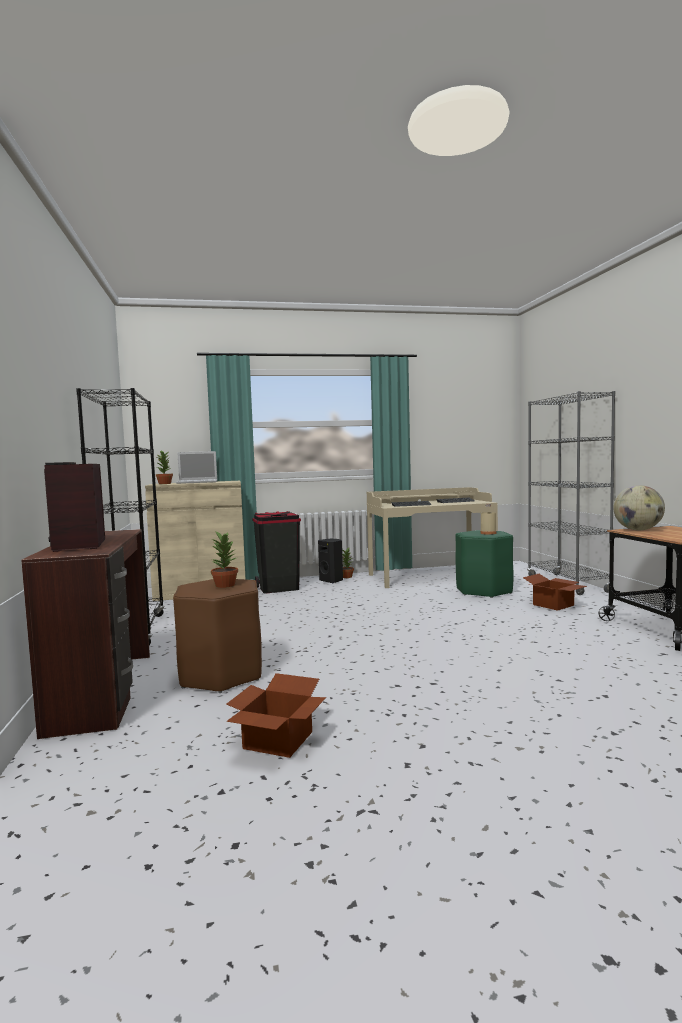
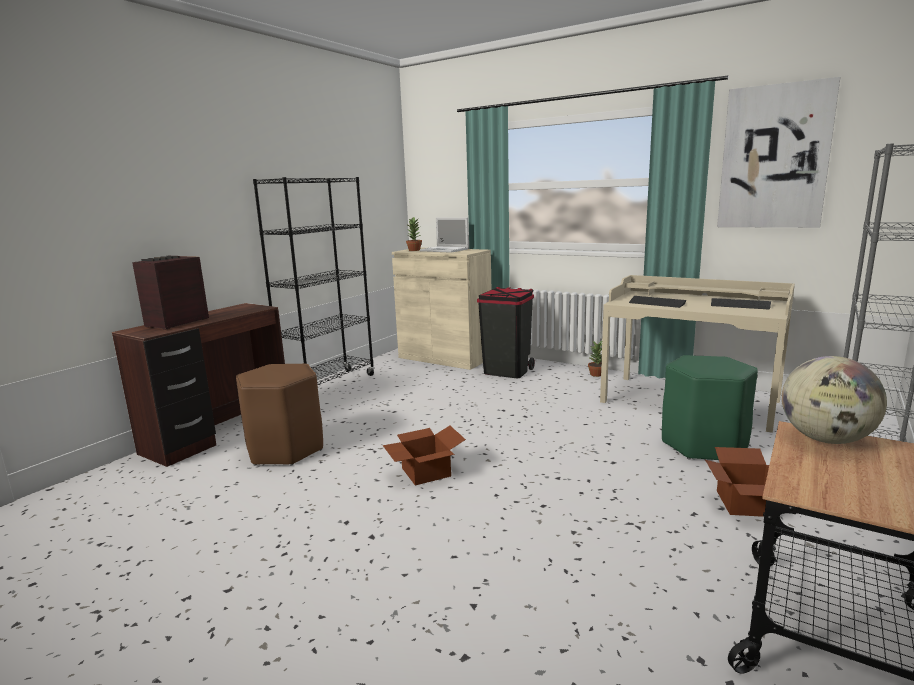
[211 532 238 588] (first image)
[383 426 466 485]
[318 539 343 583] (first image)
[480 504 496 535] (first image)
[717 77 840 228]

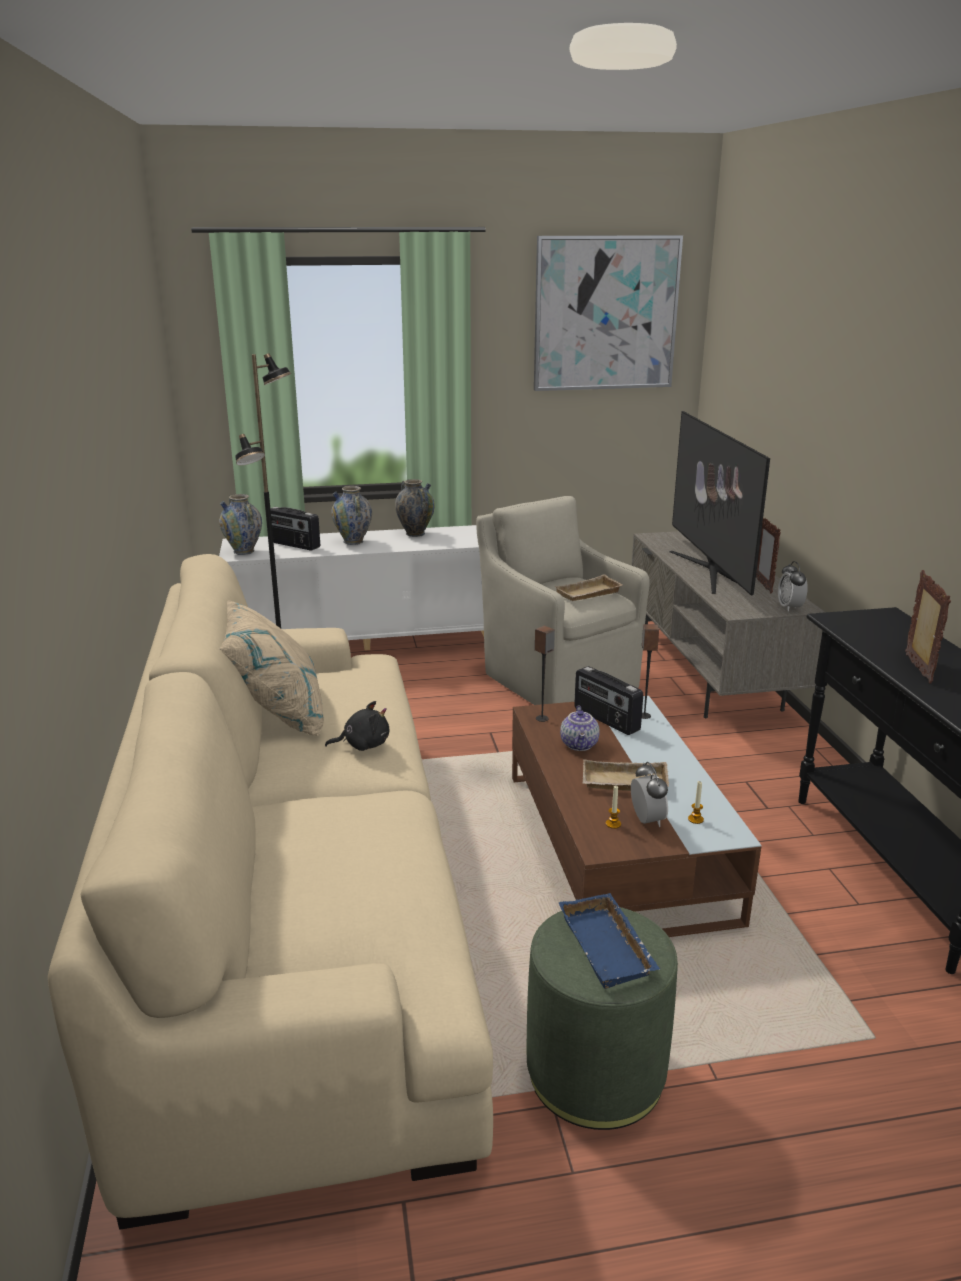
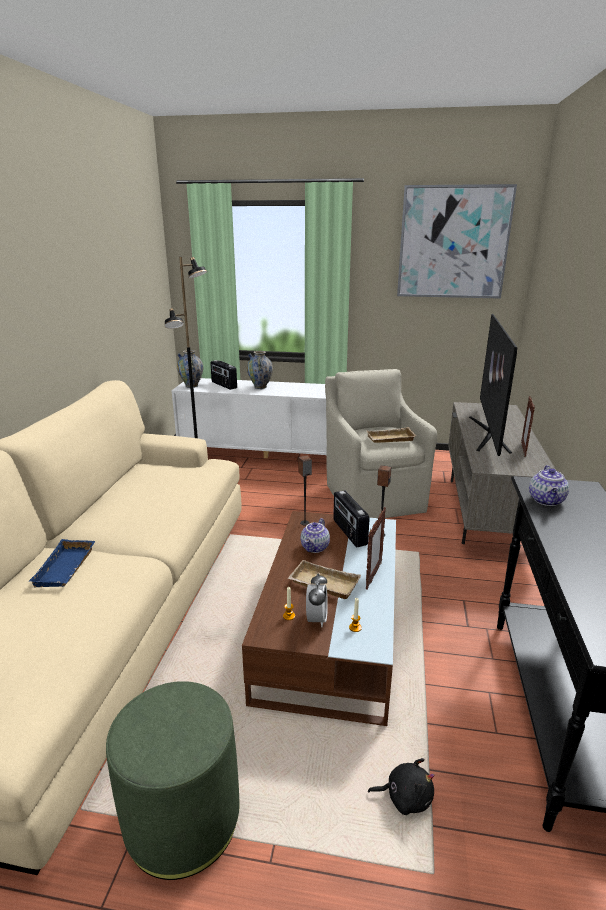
[219 601 324 736] (first image)
[368 758 434 815]
[395 479 435 537] (first image)
[29 539 95 587]
[778 561 808 612] (first image)
[366 507 386 590]
[529 465 569 506]

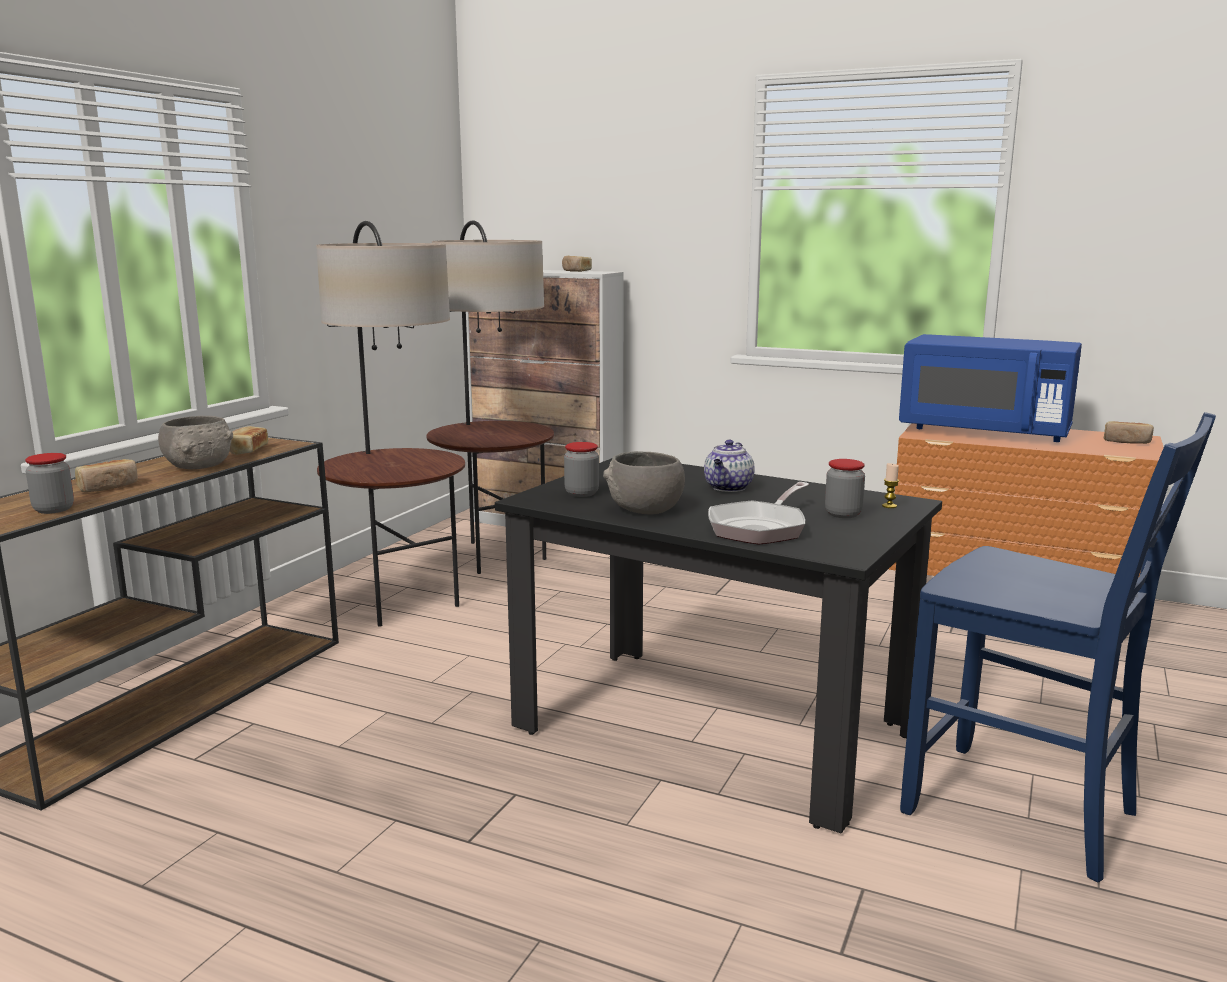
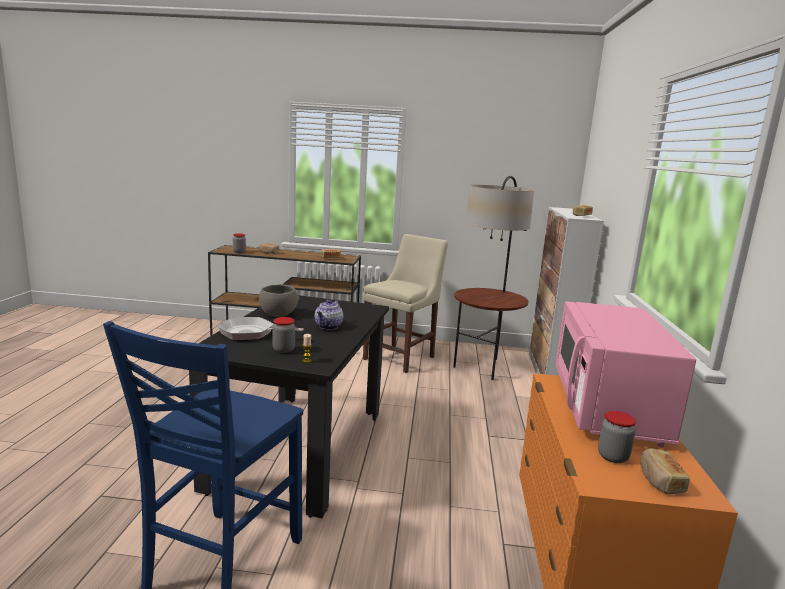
[158 416 233 469] (first image)
[363 234 448 373]
[598 411 636 463]
[314 300 343 330]
[556 301 696 447]

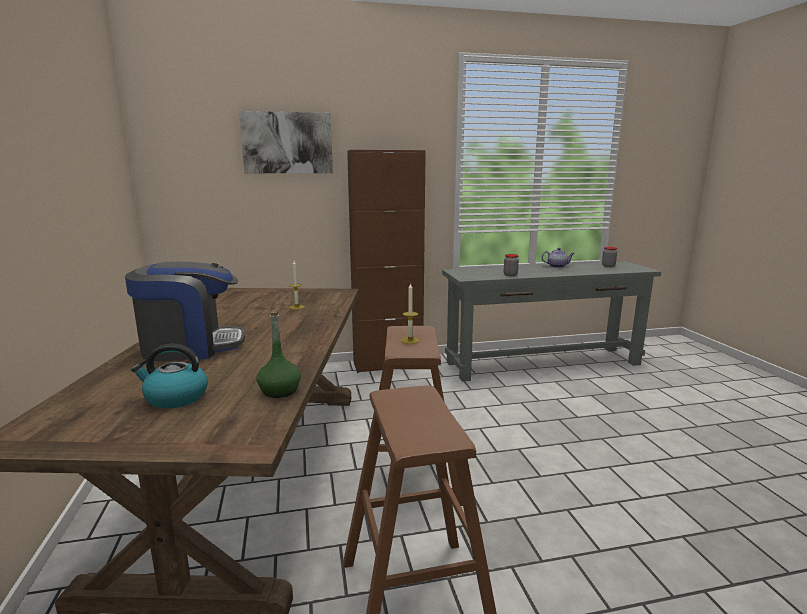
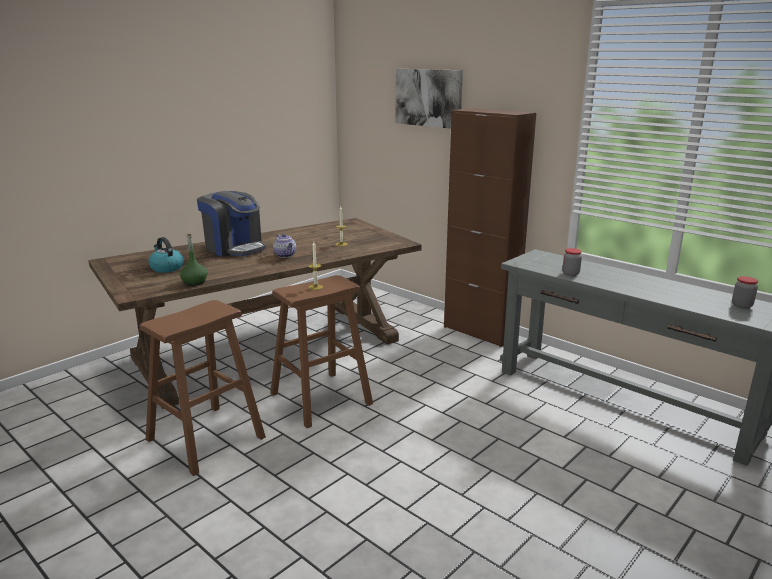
[273 234 296 258]

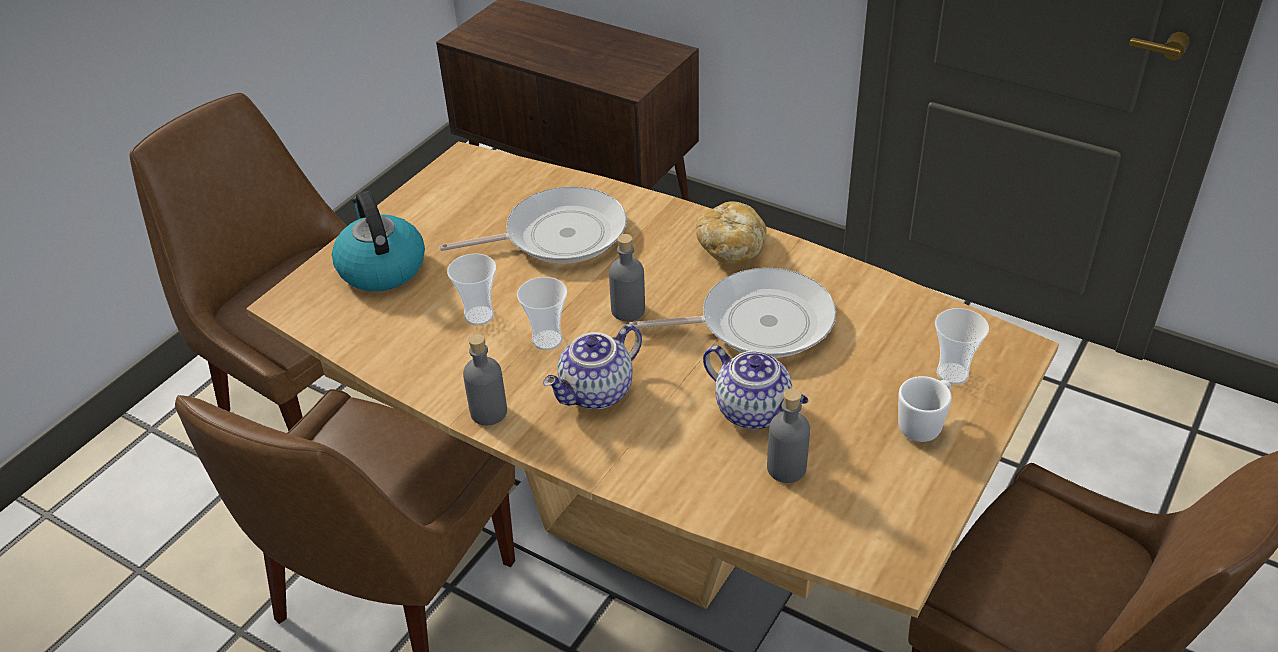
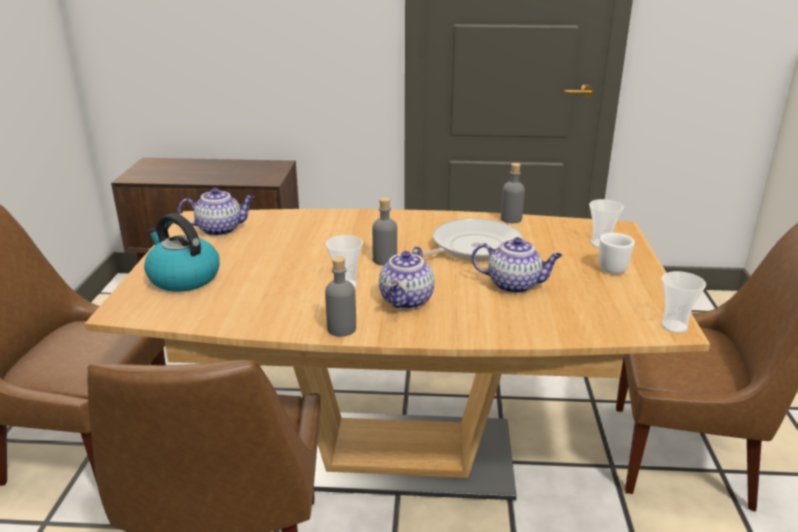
[440 187 627 263] (first image)
[661 271 706 333]
[696 201 767 264] (first image)
[501 163 525 223]
[178 188 255 236]

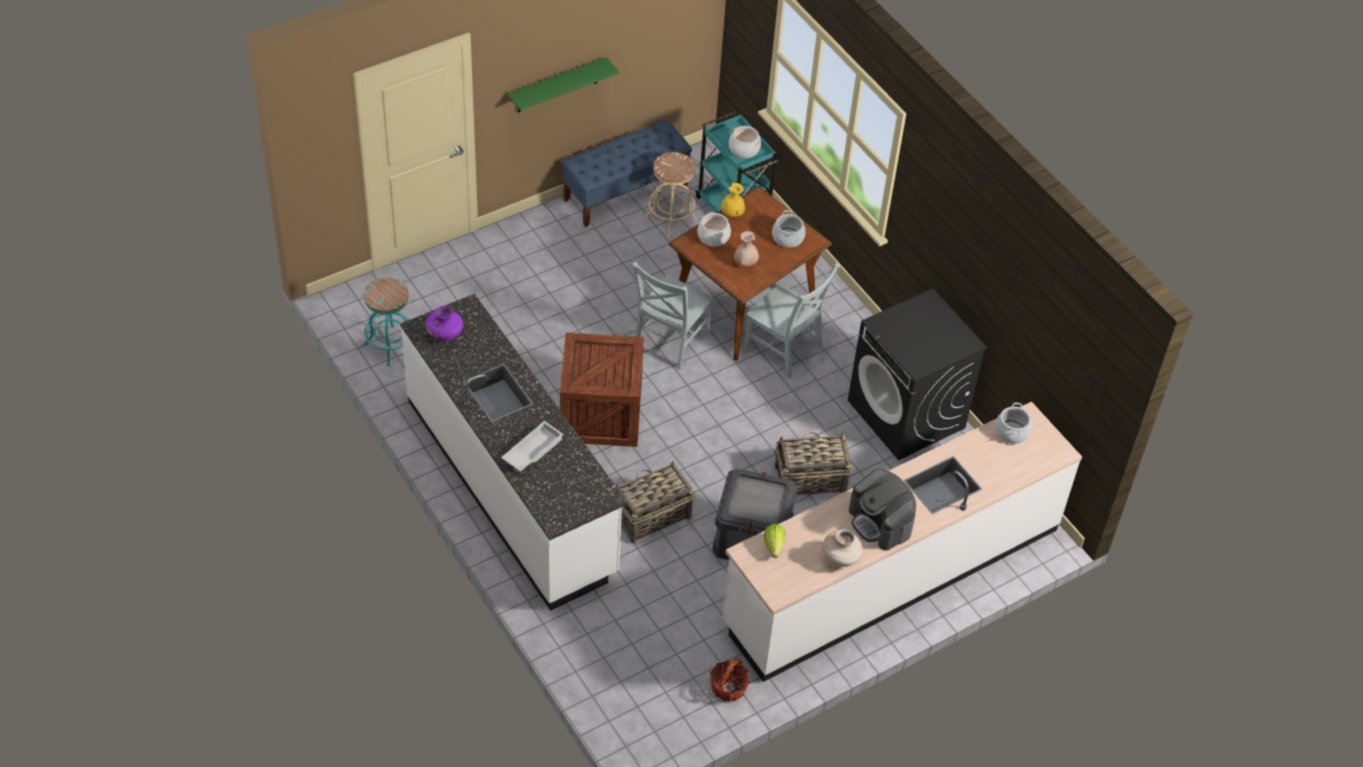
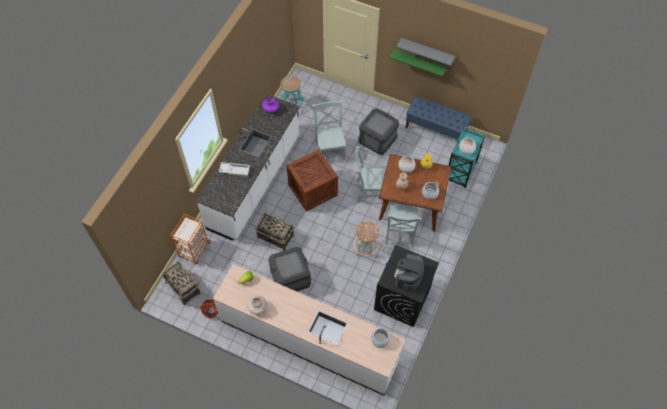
[354 221 379 260]
[162 261 201 305]
[394 254 424 292]
[170 214 210 264]
[312 100 346 160]
[359 108 399 155]
[397 38 455 66]

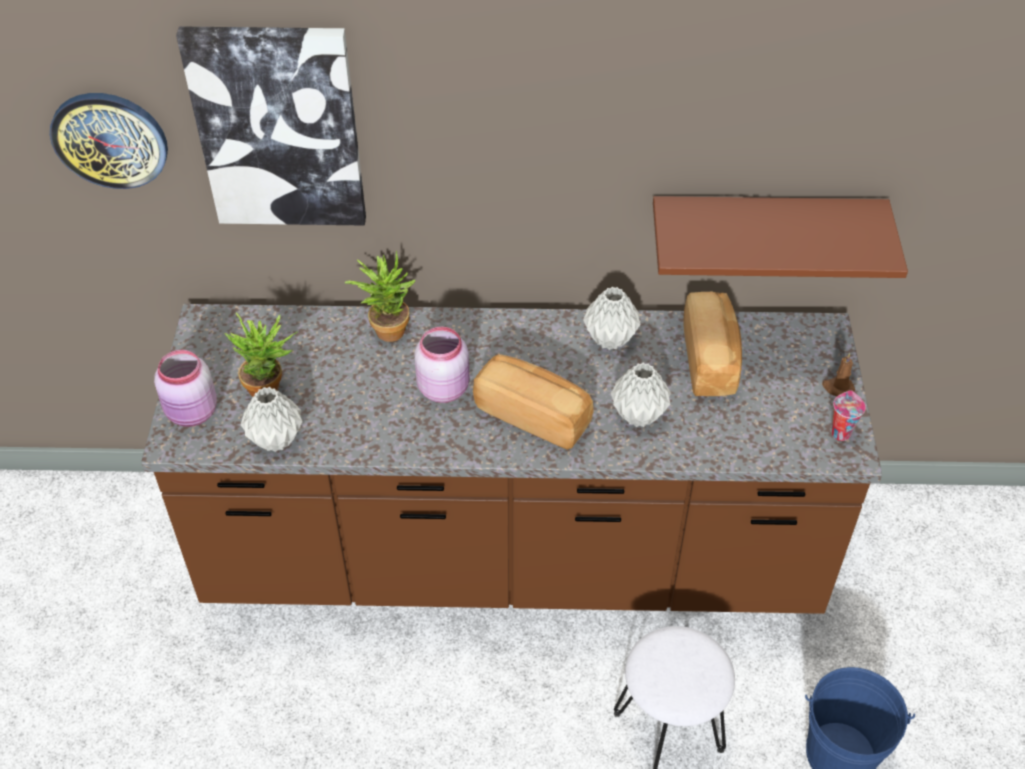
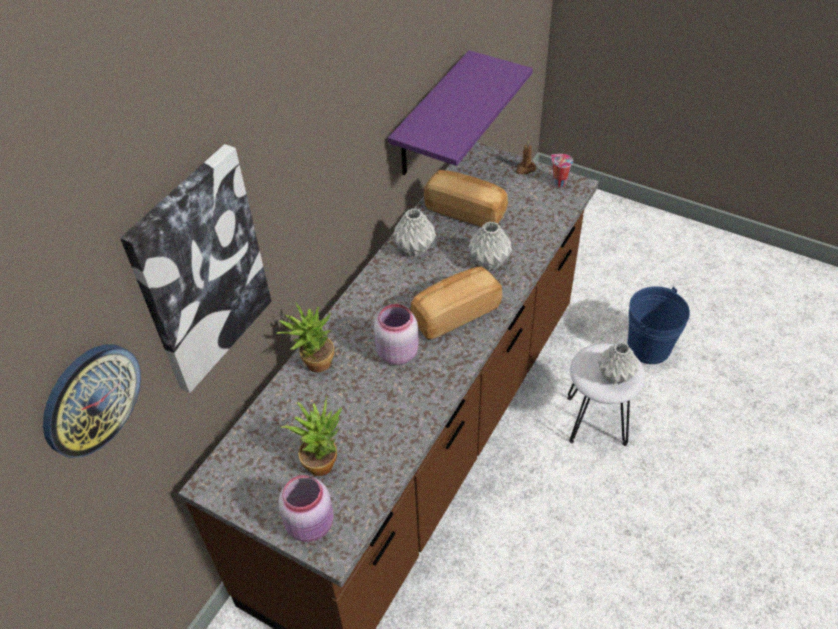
[598 342 639 384]
[388 50 533 175]

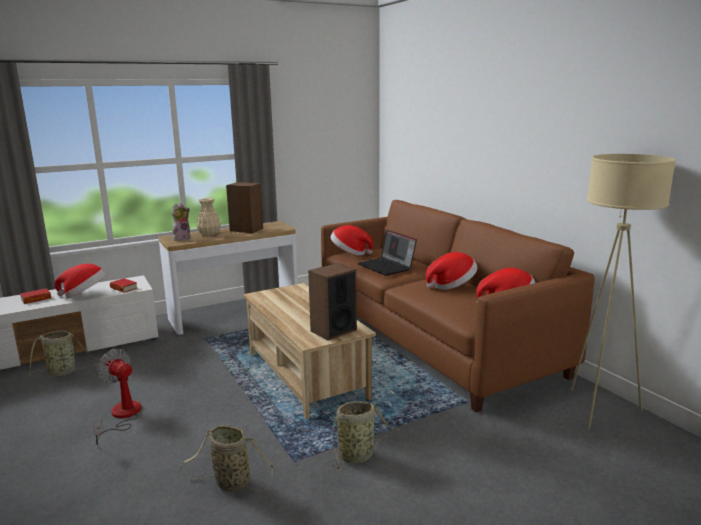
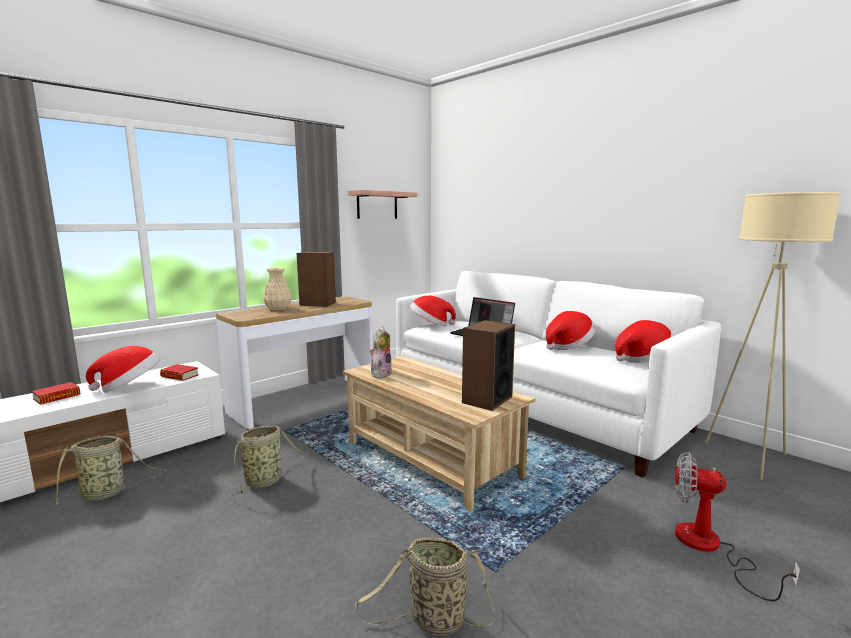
[675 452 800 601]
[370 326 392 378]
[396 271 721 478]
[227 426 309 494]
[348 190 417 219]

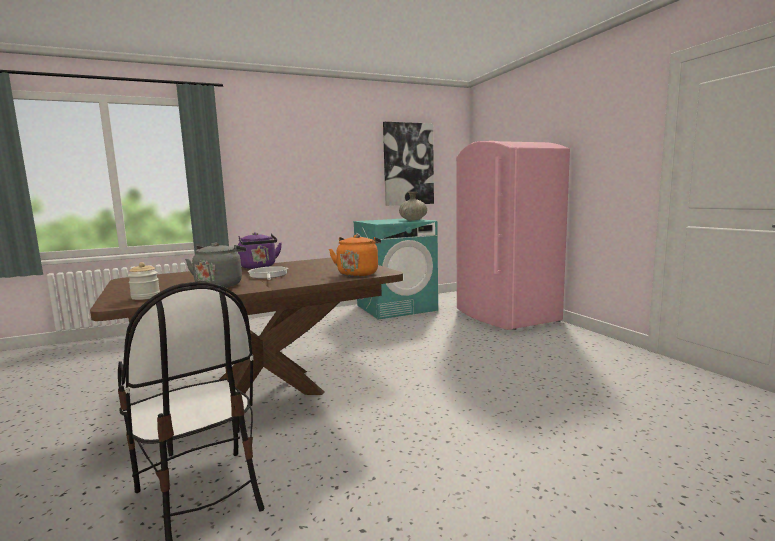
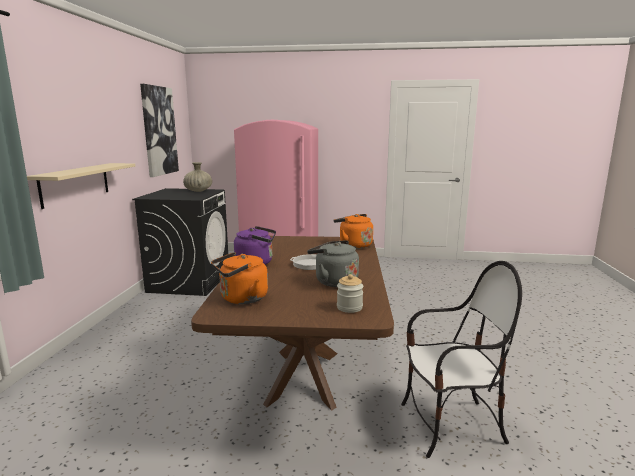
[132 188 228 296]
[27 163 135 209]
[211 252 268 304]

